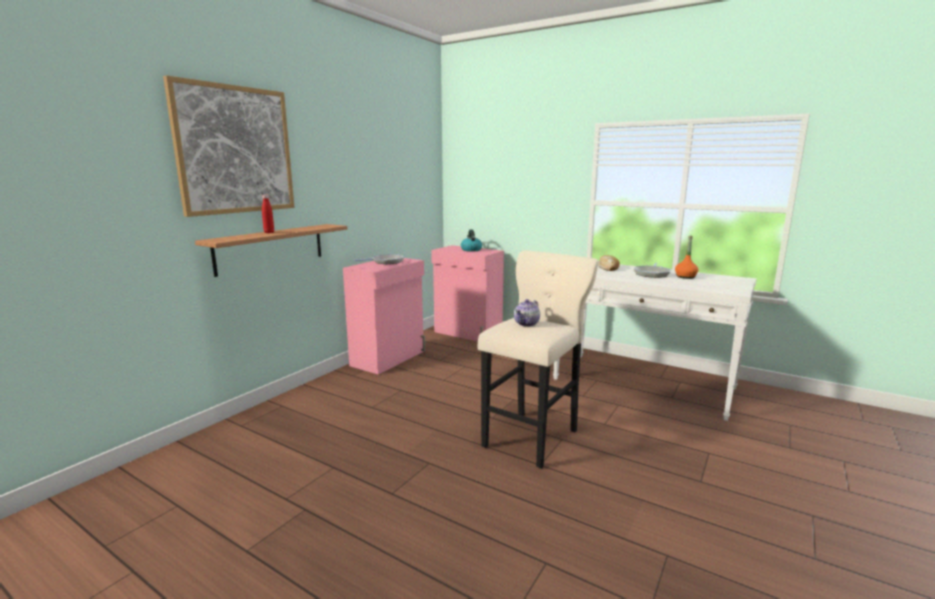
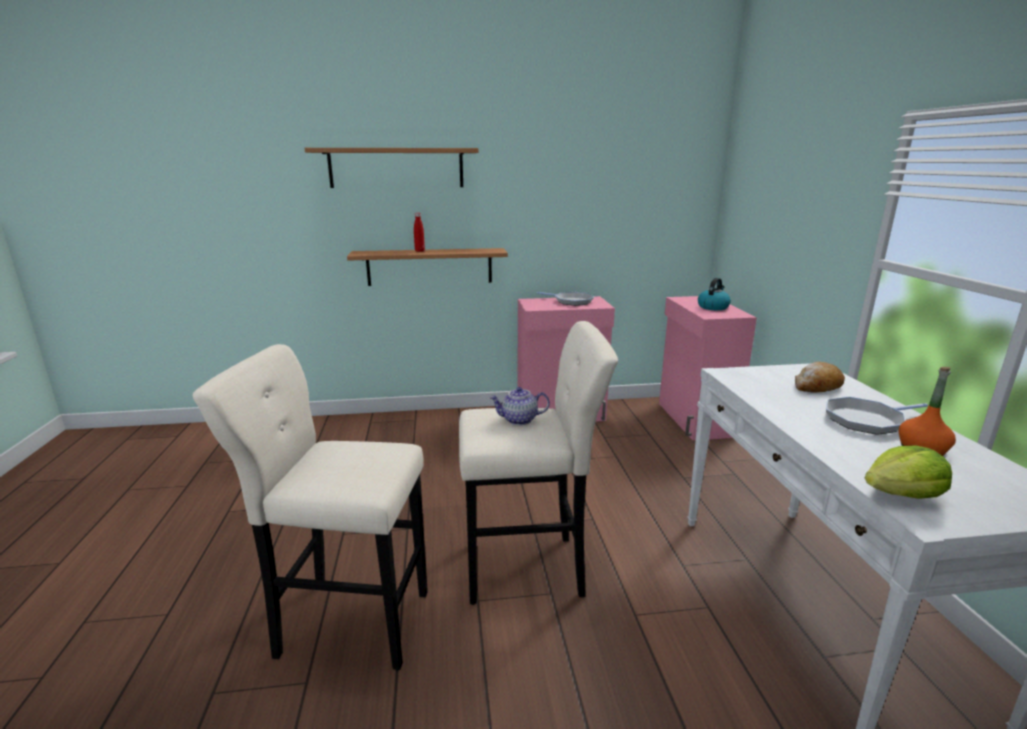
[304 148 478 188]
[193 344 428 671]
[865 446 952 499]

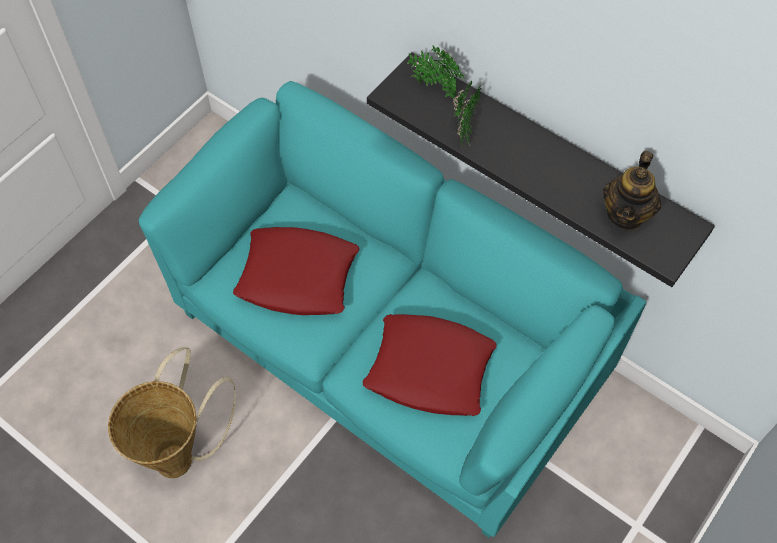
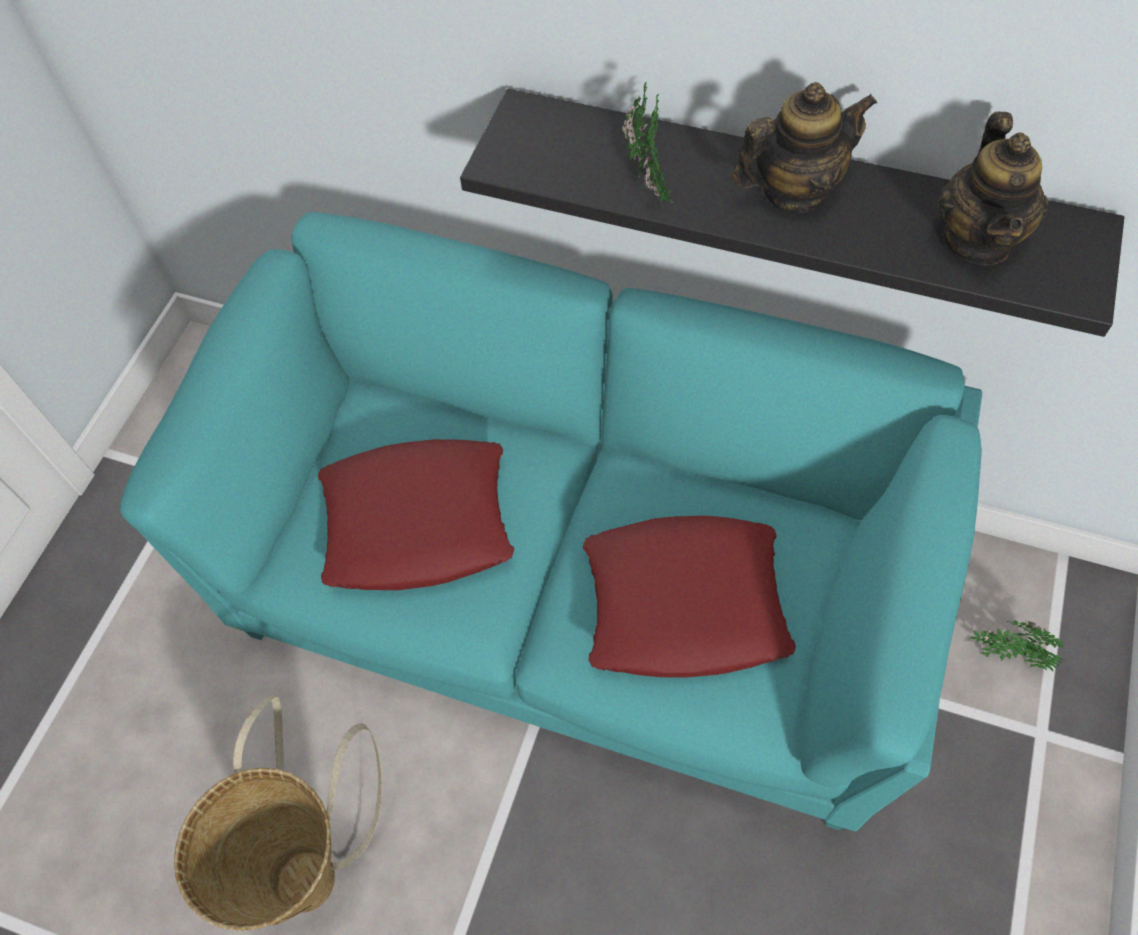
[969 620 1064 671]
[732 82 877 213]

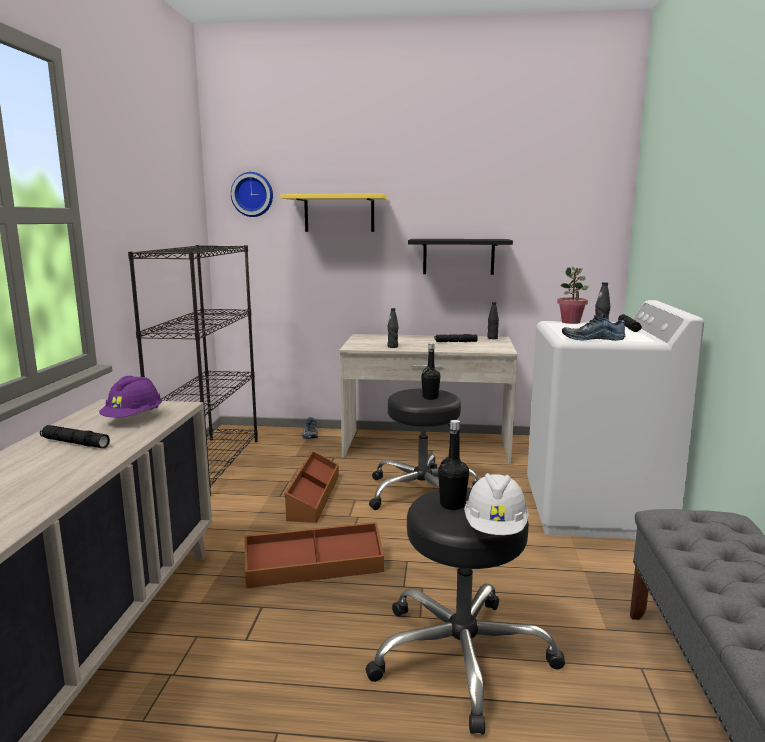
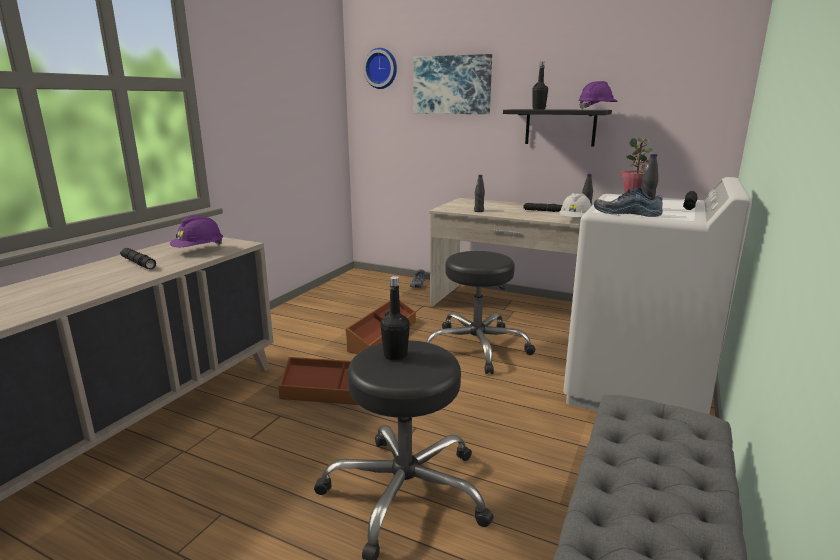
[128 245 258 496] (first image)
[413 54 492 114]
[532 61 548 110]
[559 193 591 217]
[578 81 618 110]

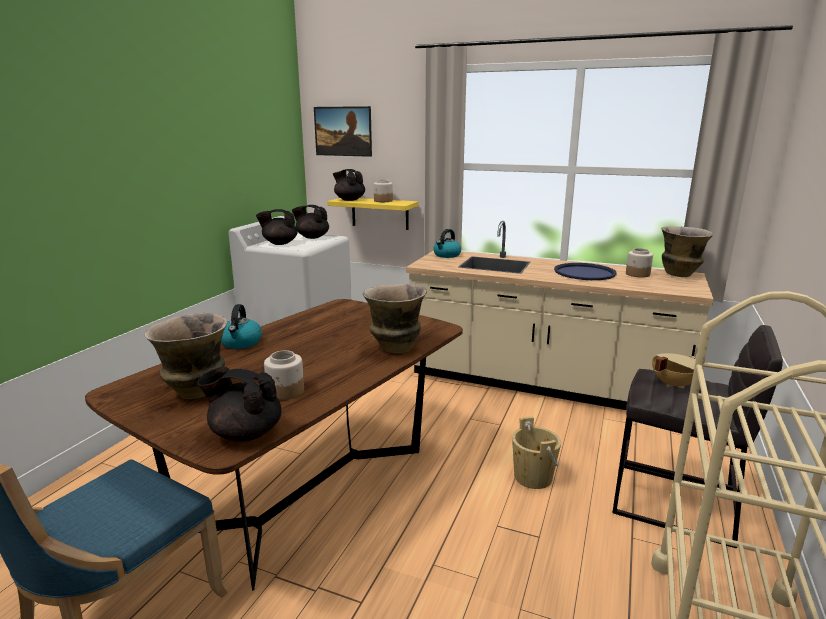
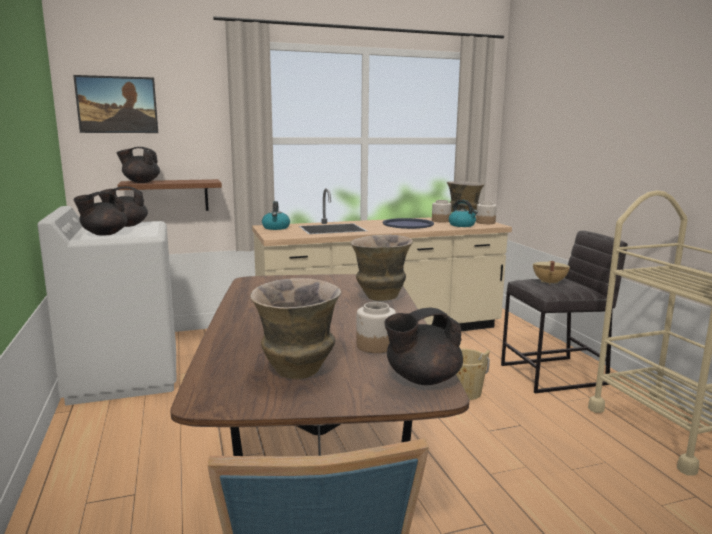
[449 200 478 227]
[118 179 222 211]
[476 201 497 224]

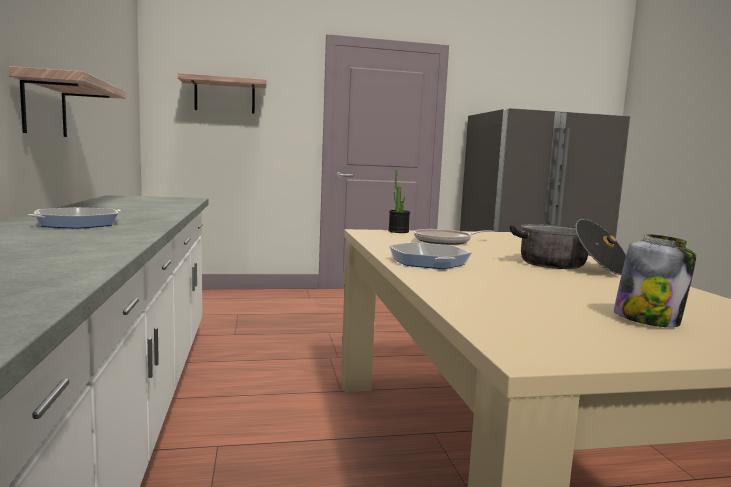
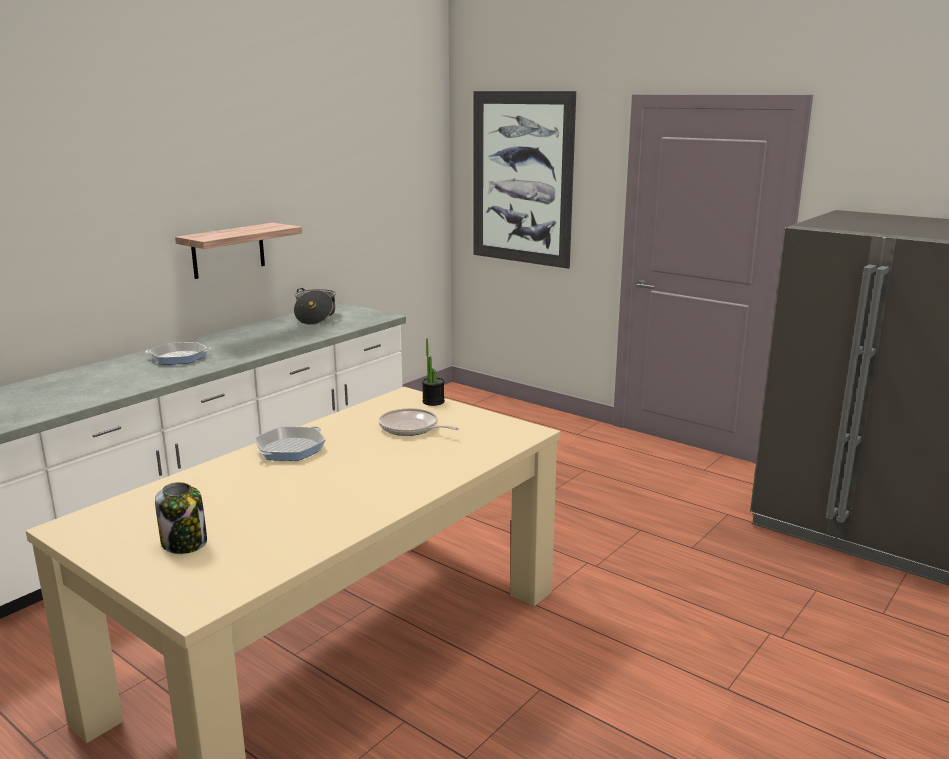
[473 91 576 269]
[294 288 336 325]

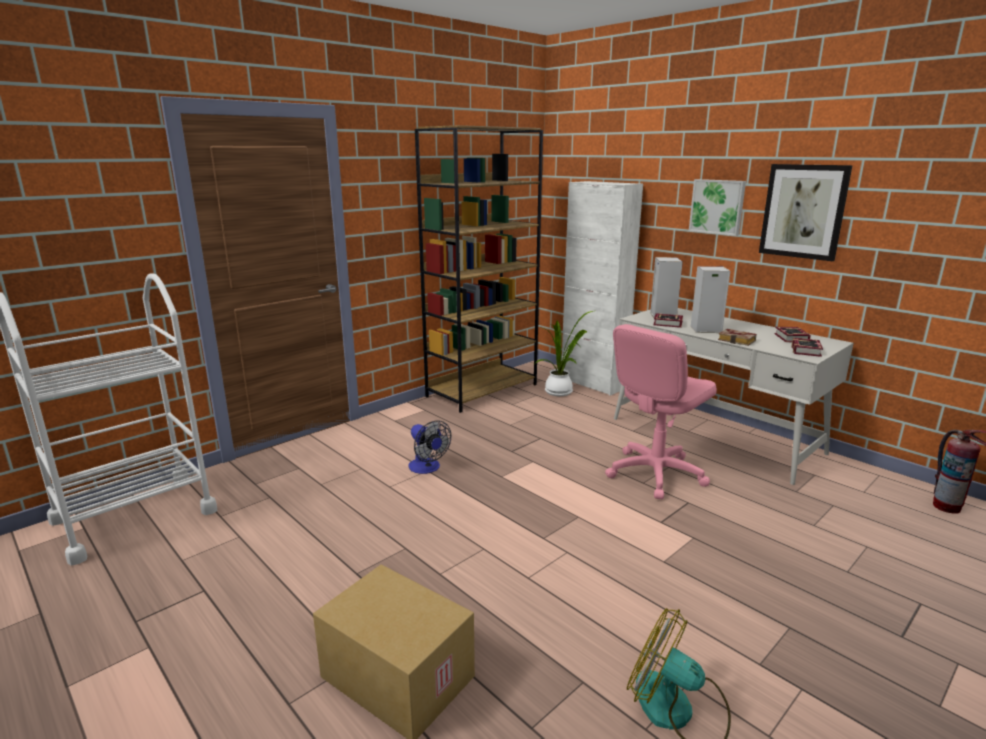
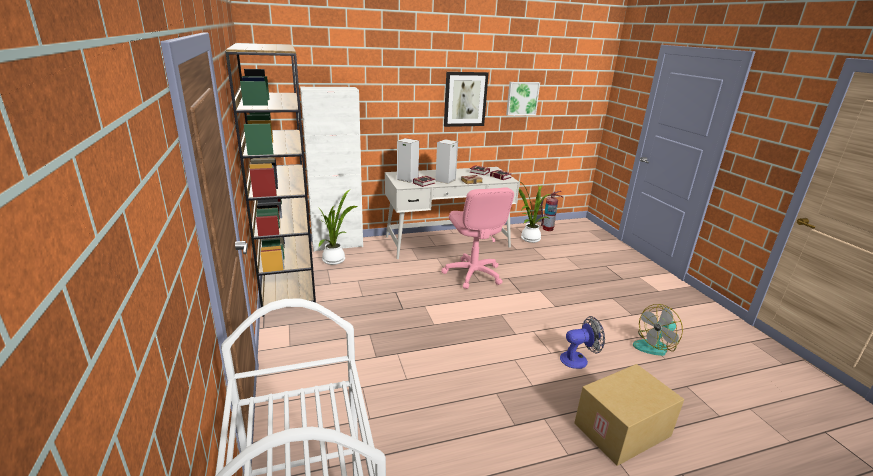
[560 316 605 369]
[506 82 540 116]
[519 182 550 243]

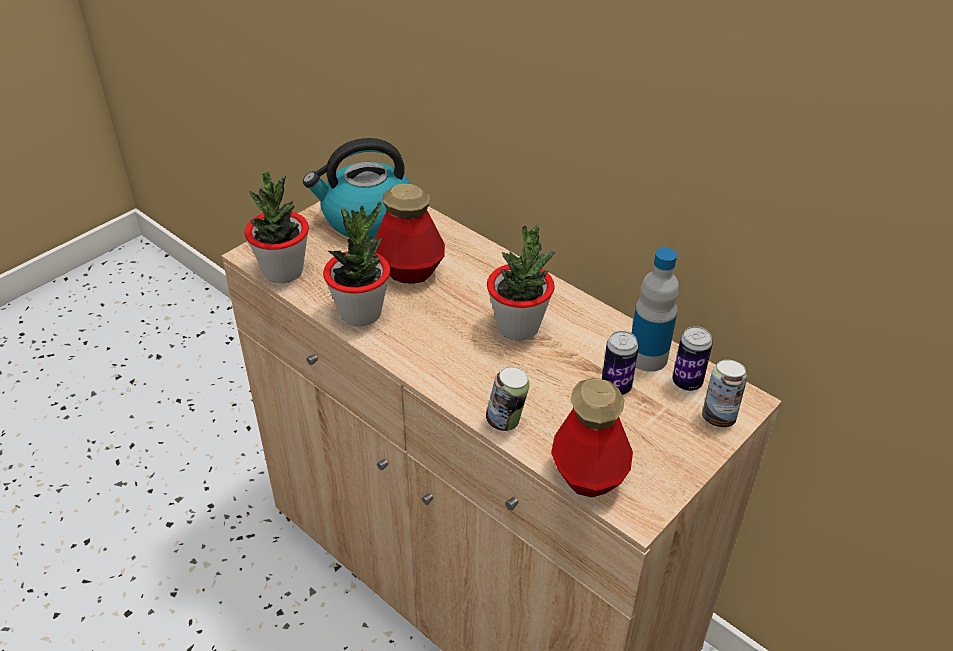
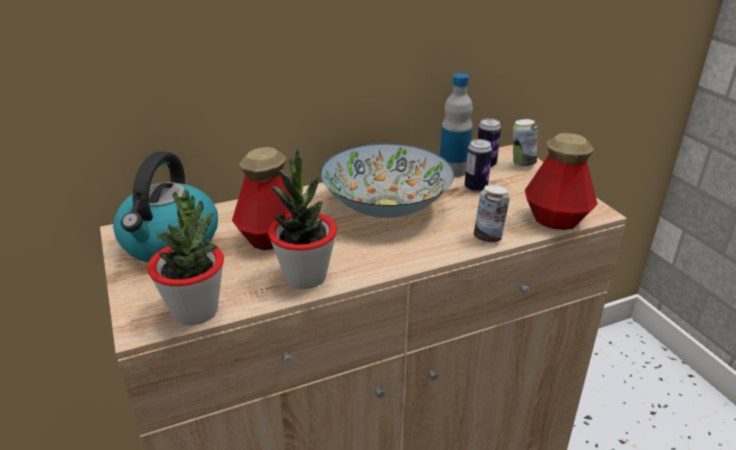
[320 143 454 218]

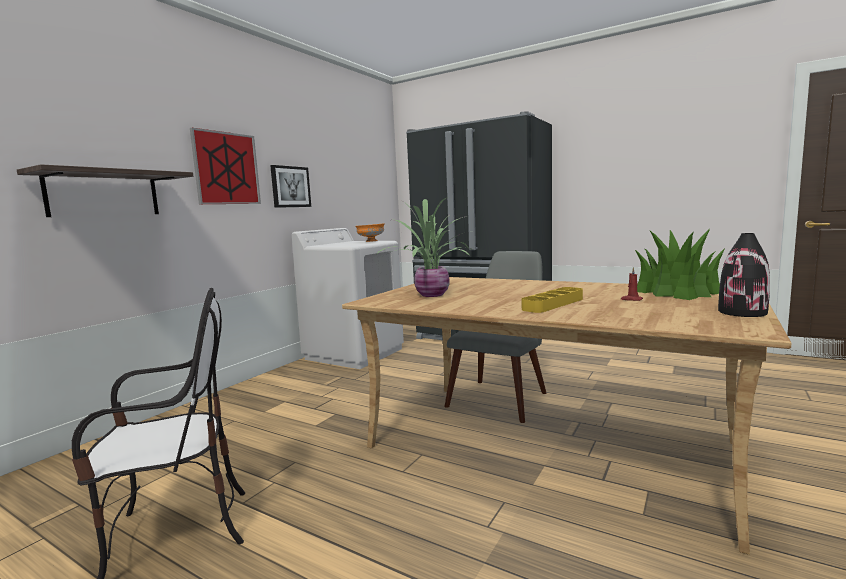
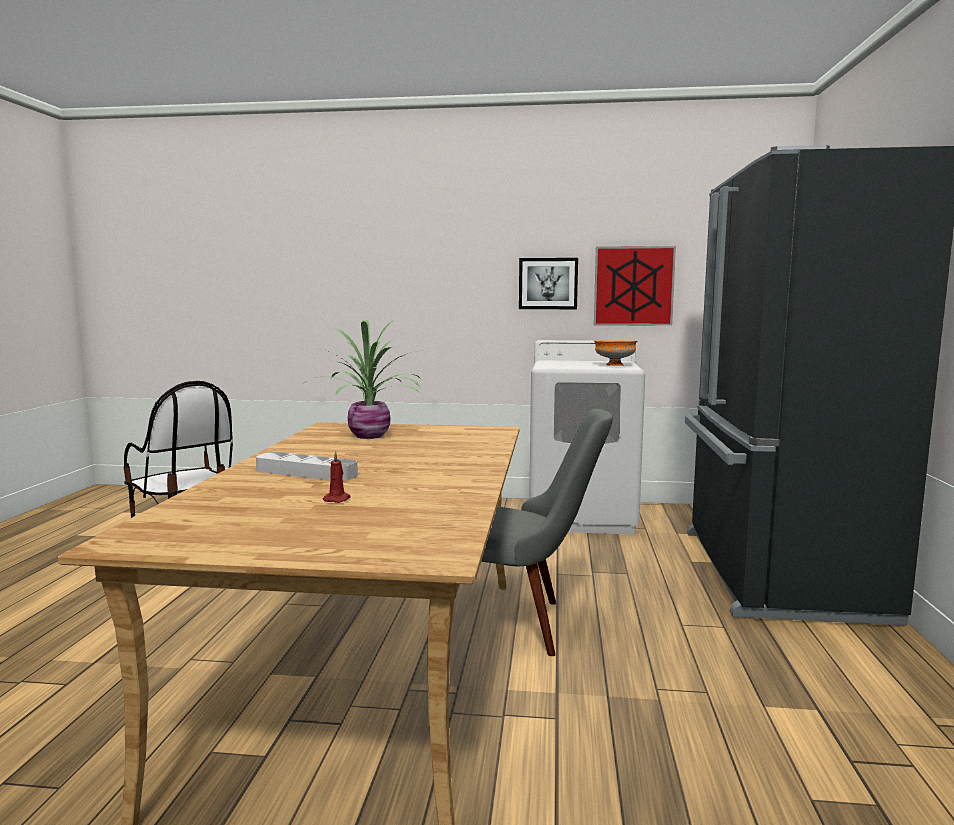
[17 164 193 217] (first image)
[594 246 676 326]
[256 452 358 481]
[635 229 725 300] (first image)
[718 233 770 317] (first image)

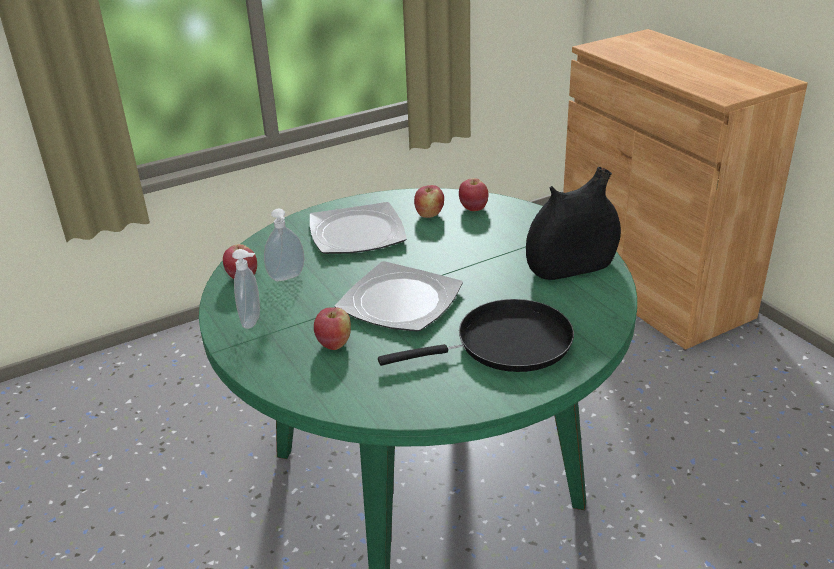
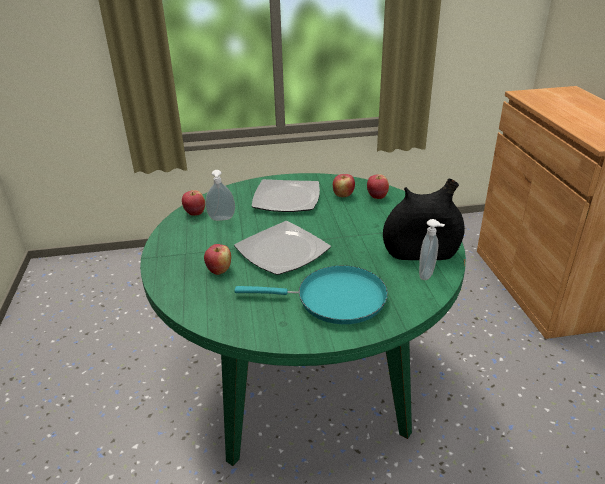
[419 219 445 280]
[234 265 388 324]

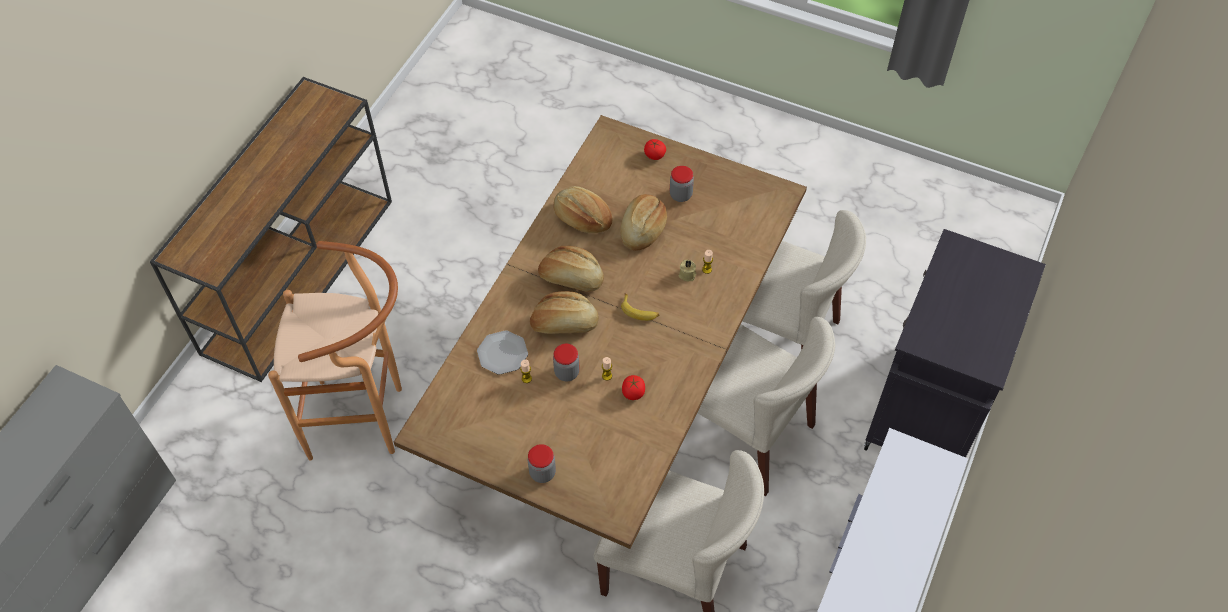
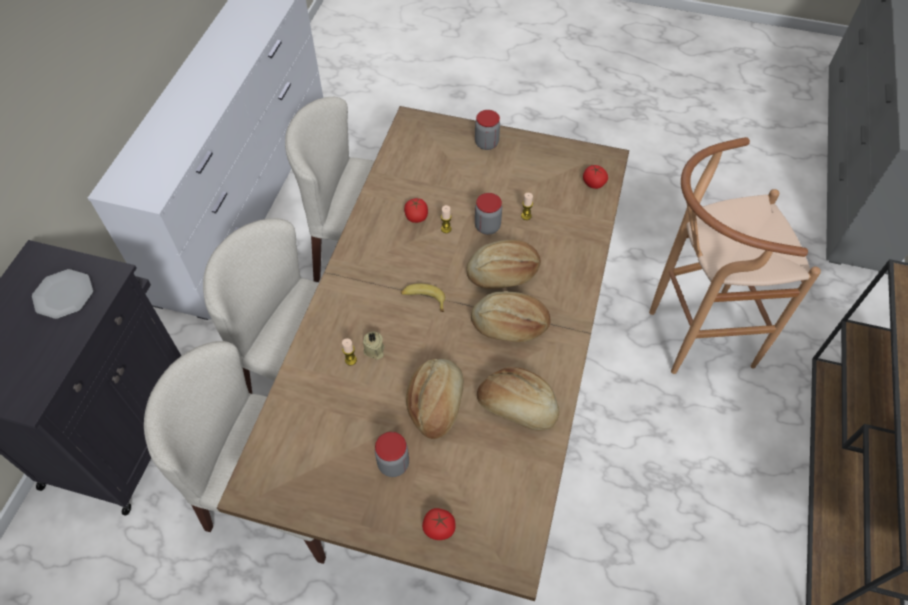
[32 269 93 319]
[583 165 608 189]

